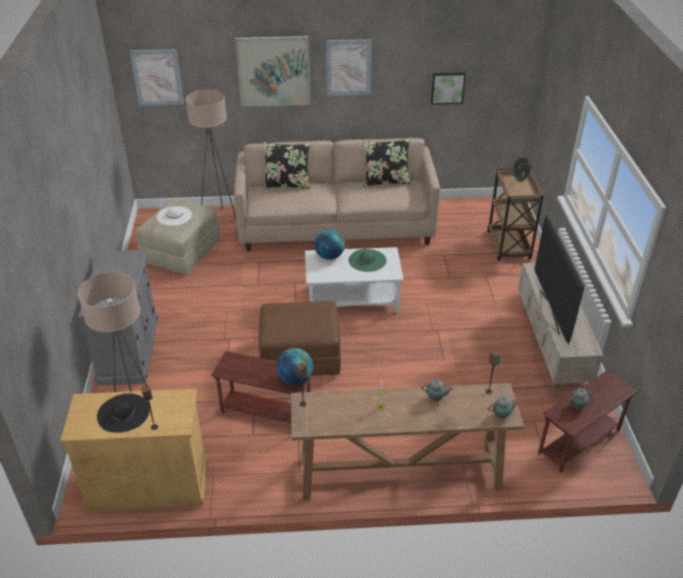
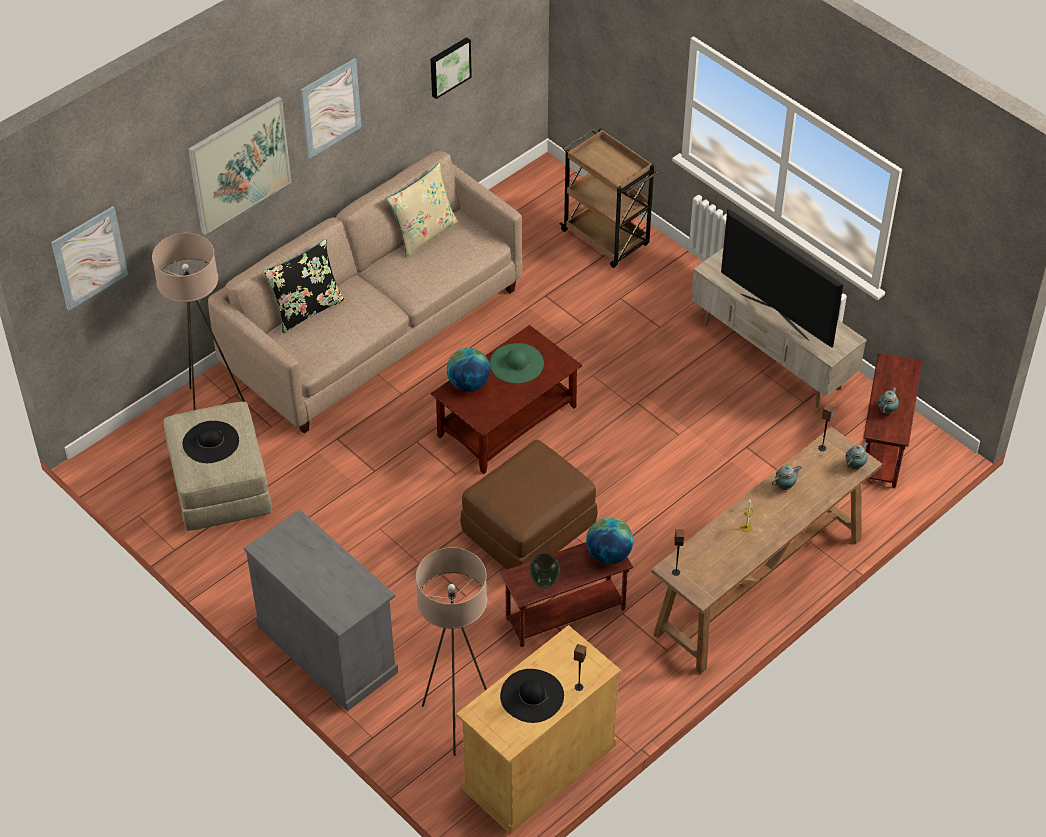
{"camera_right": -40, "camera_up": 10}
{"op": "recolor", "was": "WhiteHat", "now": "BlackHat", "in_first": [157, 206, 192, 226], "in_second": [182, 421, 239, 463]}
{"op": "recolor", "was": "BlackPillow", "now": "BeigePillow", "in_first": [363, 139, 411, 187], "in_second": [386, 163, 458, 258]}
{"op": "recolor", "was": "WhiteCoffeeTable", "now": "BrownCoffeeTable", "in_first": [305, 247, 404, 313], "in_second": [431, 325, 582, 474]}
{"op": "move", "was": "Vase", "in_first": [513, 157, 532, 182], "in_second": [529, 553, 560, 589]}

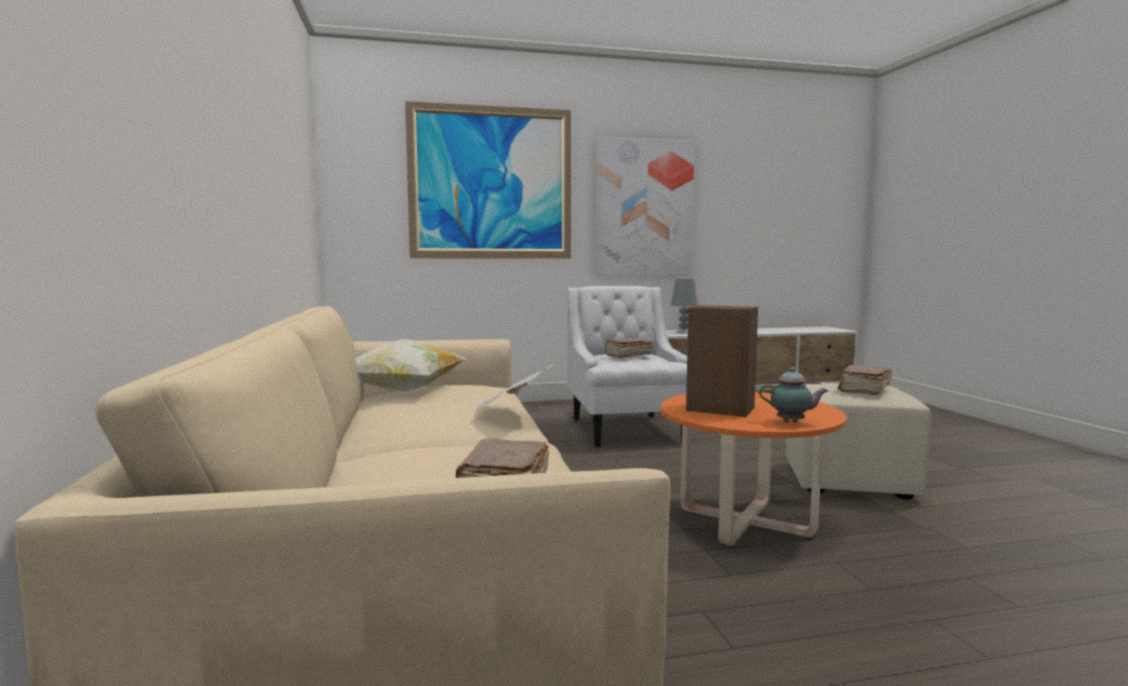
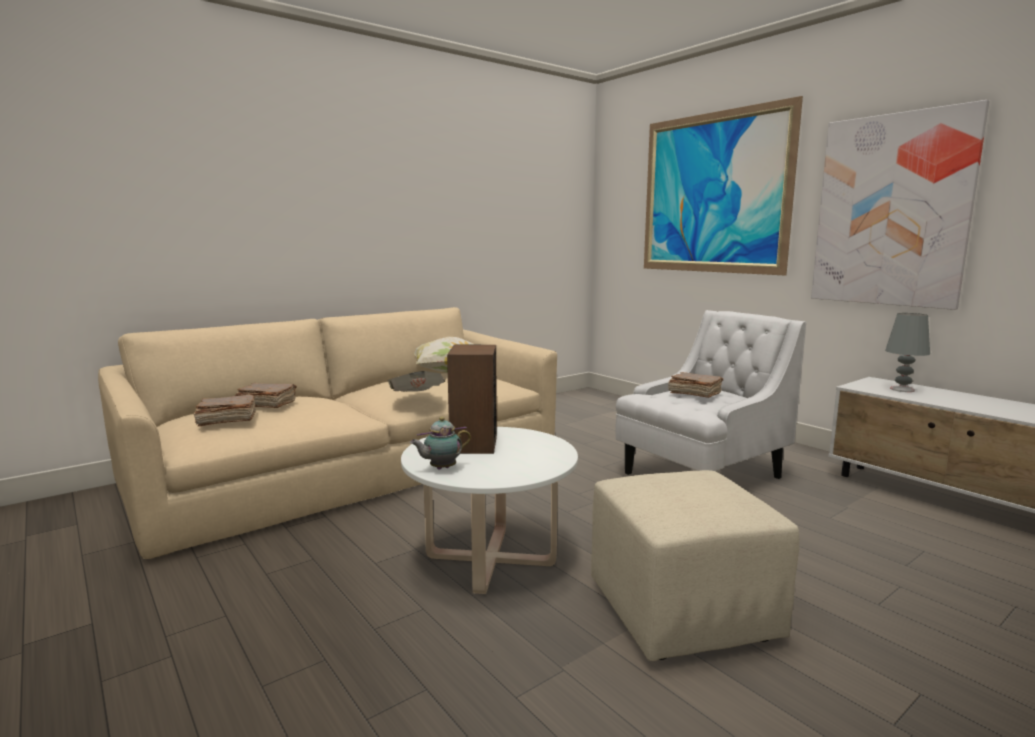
{"camera_right": 65, "camera_up": 5}
{"op": "move", "was": "BrownBook", "in_first": [838, 365, 892, 395], "in_second": [235, 383, 297, 408]}
{"op": "recolor", "was": "OrangeCoffeeTable", "now": "WhiteCoffeeTable", "in_first": [660, 392, 847, 545], "in_second": [401, 427, 578, 594]}
{"op": "rotate", "was": "Teapot", "in_first": [759, 367, 828, 423], "in_second": [410, 417, 471, 470], "clockwise": 75}

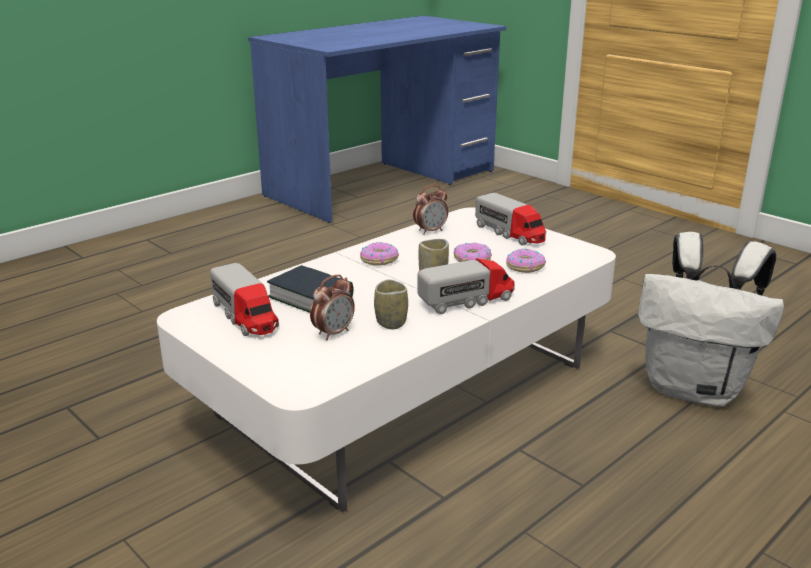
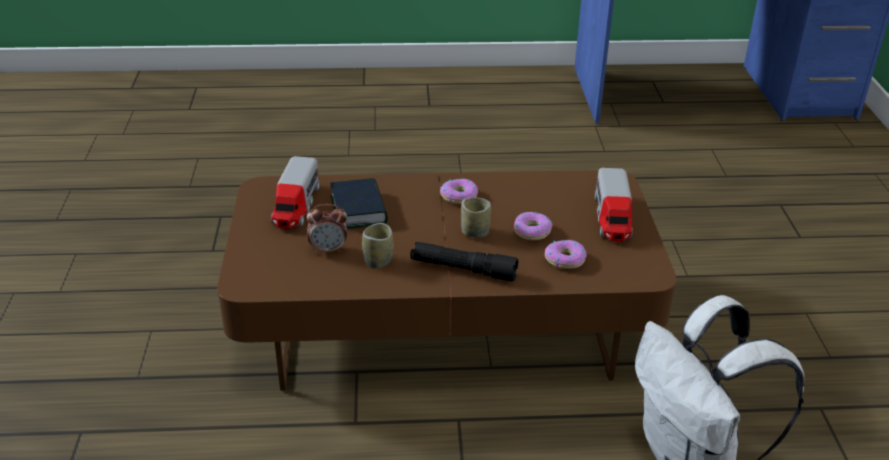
{"camera_right": 40, "camera_up": 10}
{"op": "recolor", "was": "WhiteCoffeeTable", "now": "BrownCoffeeTable", "in_first": [157, 207, 616, 512], "in_second": [217, 170, 676, 391]}
{"op": "replace", "was": "ToyTruck", "now": "BlackFlashlight", "in_first": [417, 259, 514, 314], "in_second": [410, 242, 518, 282]}
{"op": "delete", "was": "AlarmClock", "in_first": [413, 185, 448, 235]}

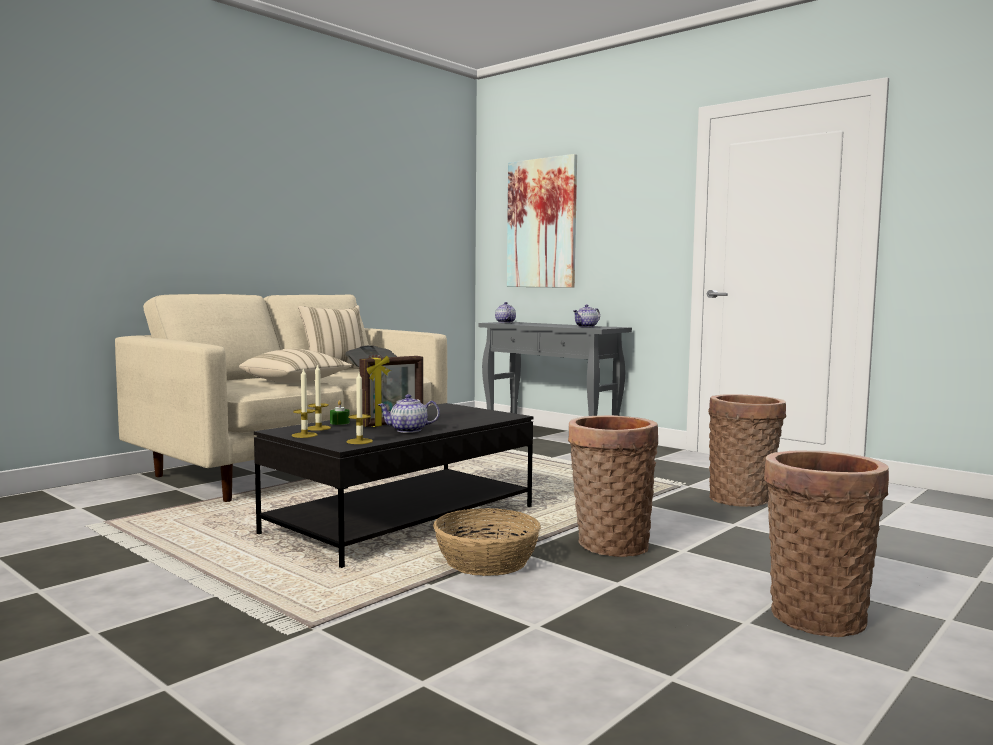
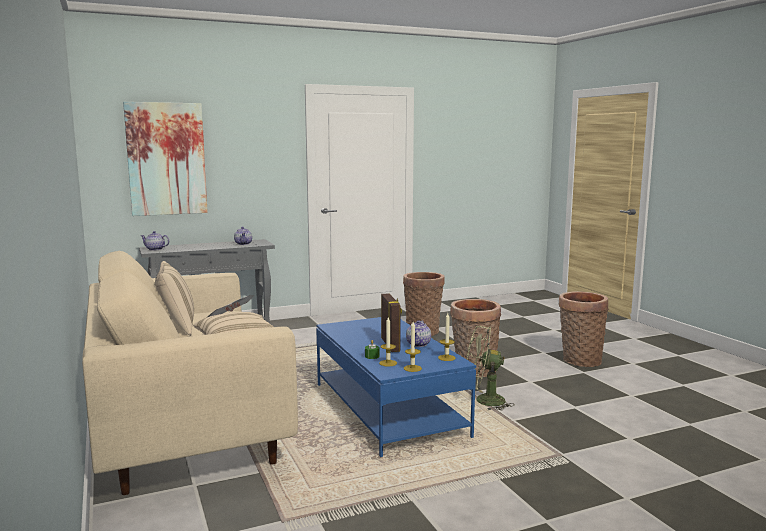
{"camera_right": -65, "camera_up": 5}
{"op": "recolor", "was": "BlackCoffeeTable", "now": "BlueCoffeeTable", "in_first": [254, 403, 533, 568], "in_second": [316, 317, 476, 457]}
{"op": "replace", "was": "Basket", "now": "GreenFan", "in_first": [433, 508, 541, 576], "in_second": [467, 326, 515, 410]}

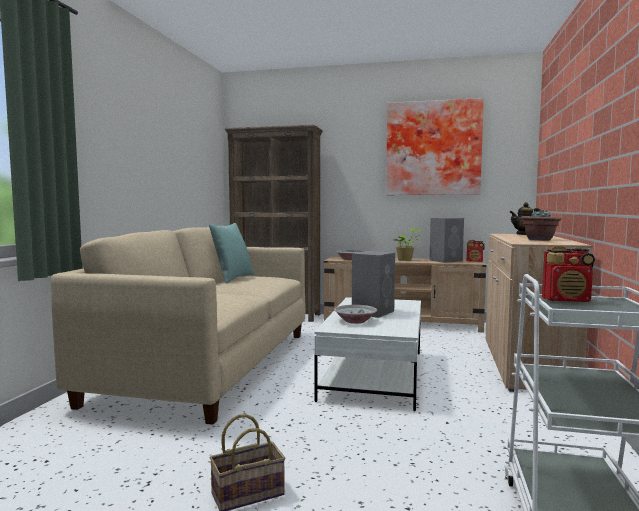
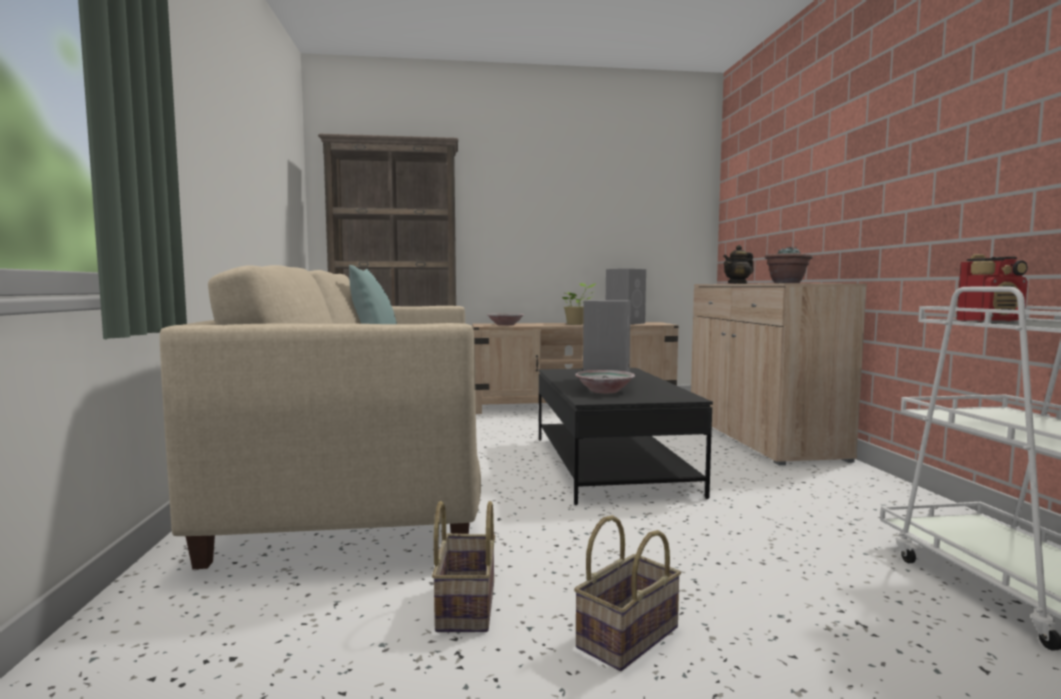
{"camera_right": -20, "camera_up": 0}
{"op": "insert", "now": "Basket", "in_second": [432, 501, 495, 632]}
{"op": "recolor", "was": "WhiteCoffeeTable", "now": "BlackCoffeeTable", "in_first": [314, 297, 421, 411], "in_second": [539, 368, 713, 505]}
{"op": "delete", "was": "Picture", "in_first": [386, 98, 484, 195]}
{"op": "delete", "was": "Radio", "in_first": [467, 240, 485, 262]}

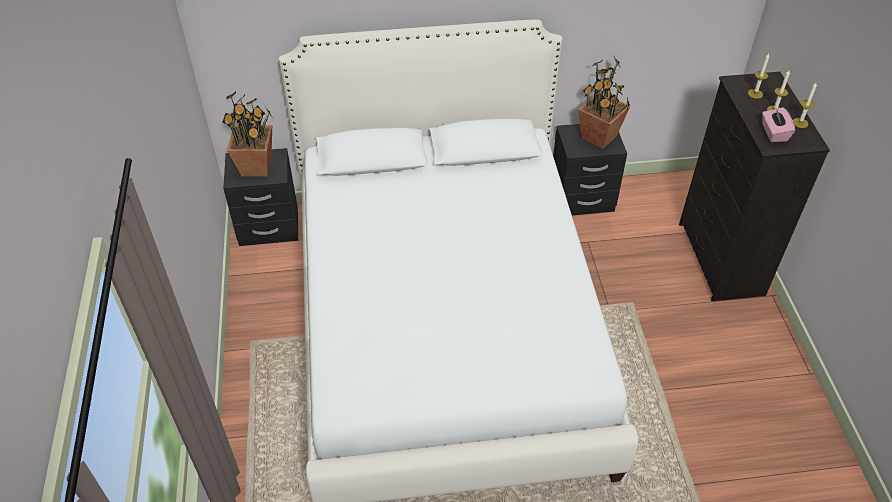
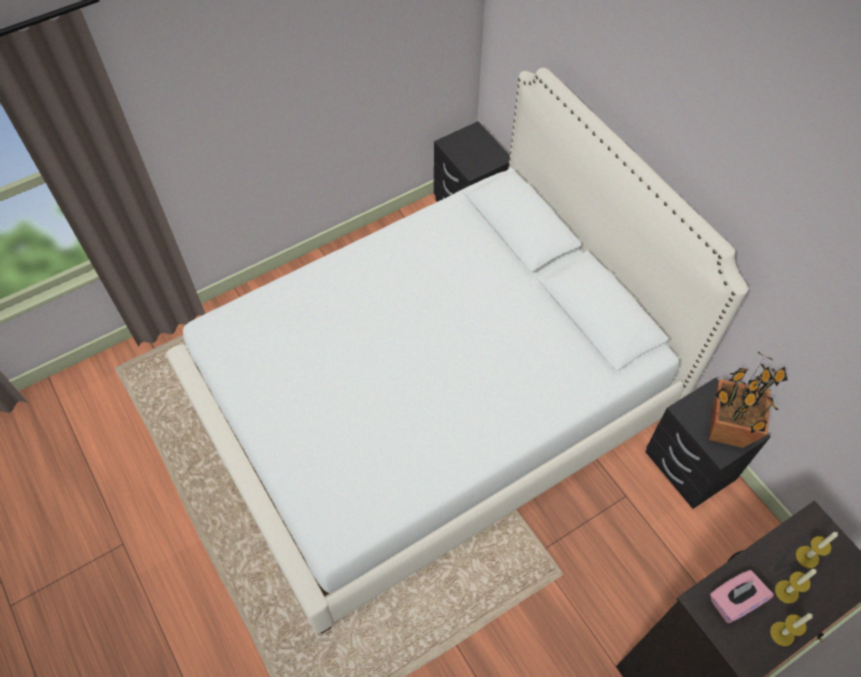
{"camera_right": 65, "camera_up": 10}
{"op": "delete", "was": "PottedPlant", "in_first": [222, 91, 273, 177]}

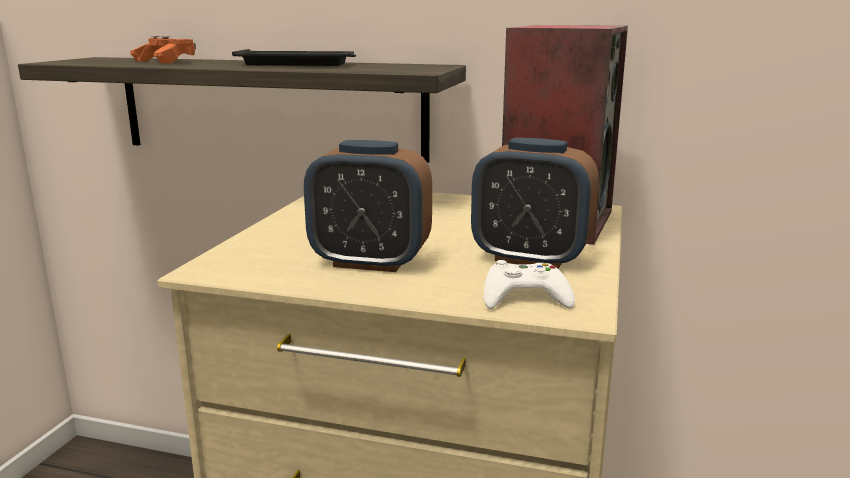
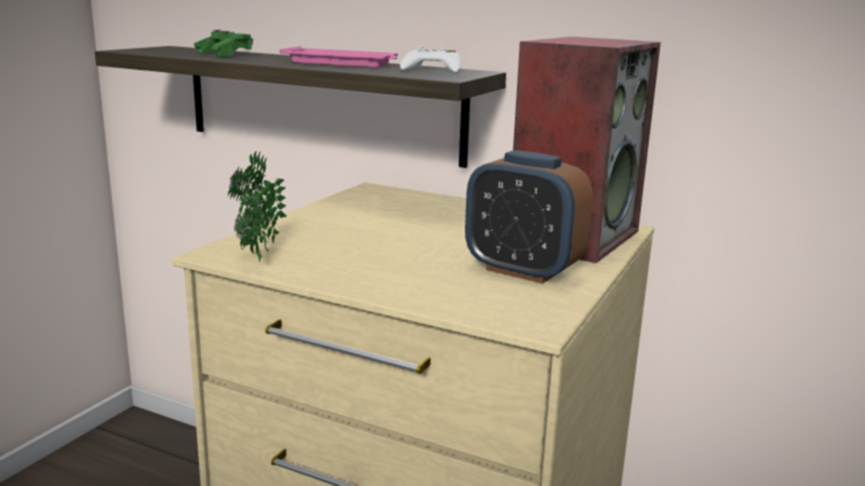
{"camera_right": 10, "camera_up": 0}
{"op": "recolor", "was": "OrangeGameController", "now": "GreenGameController", "in_first": [130, 36, 196, 63], "in_second": [194, 30, 253, 57]}
{"op": "insert", "now": "PottedPlant", "in_second": [228, 150, 287, 265]}
{"op": "recolor", "was": "BlackTray", "now": "PinkTray", "in_first": [232, 49, 356, 66], "in_second": [280, 46, 398, 67]}
{"op": "move", "was": "WhiteGameController", "in_first": [483, 260, 575, 309], "in_second": [400, 46, 461, 73]}
{"op": "delete", "was": "AlarmClock", "in_first": [304, 140, 432, 272]}

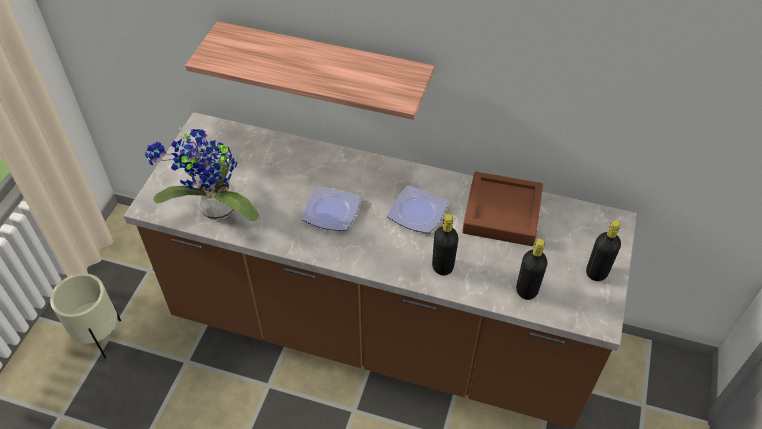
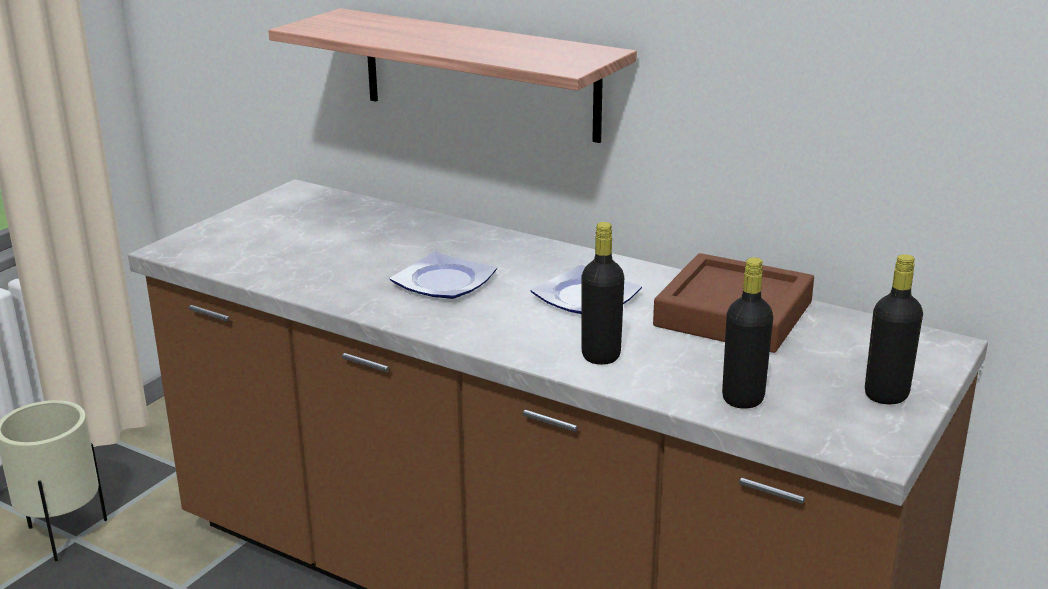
{"camera_right": 15, "camera_up": -25}
{"op": "delete", "was": "PottedPlant", "in_first": [145, 127, 259, 221]}

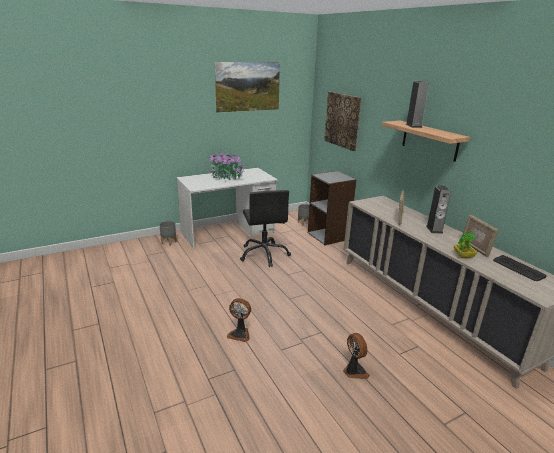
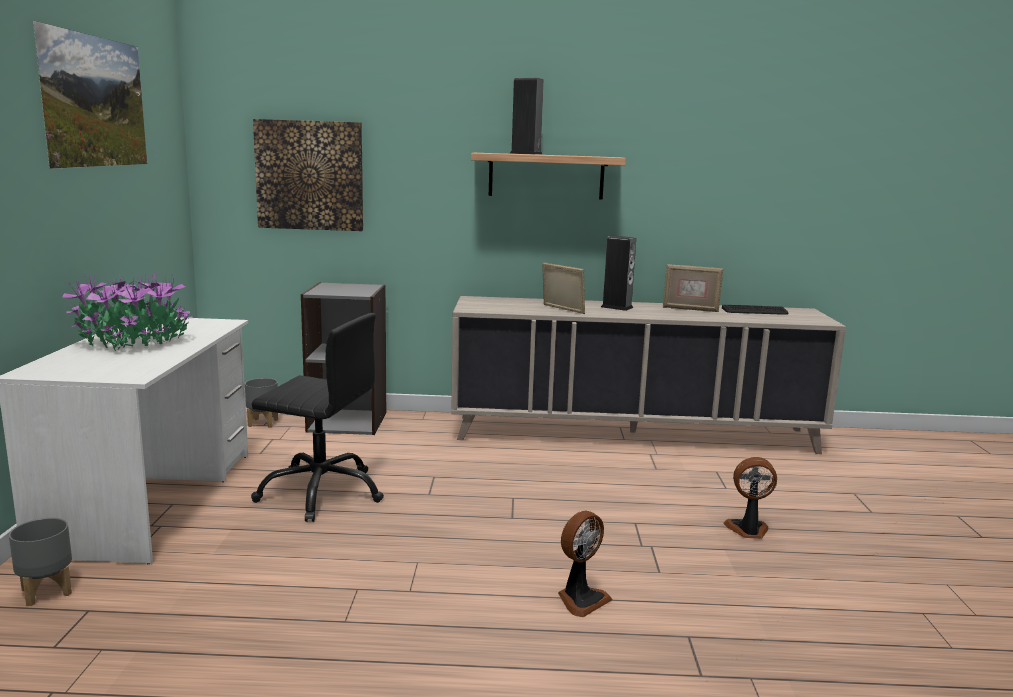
{"camera_right": -60, "camera_up": -10}
{"op": "delete", "was": "PottedPlant", "in_first": [454, 231, 477, 258]}

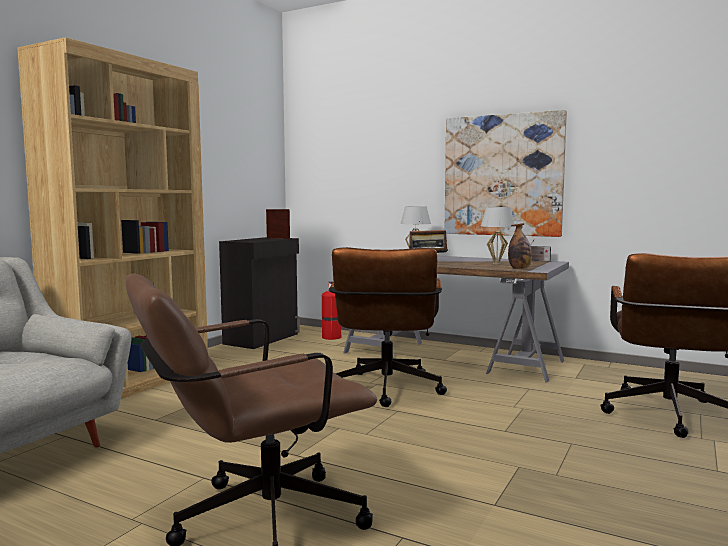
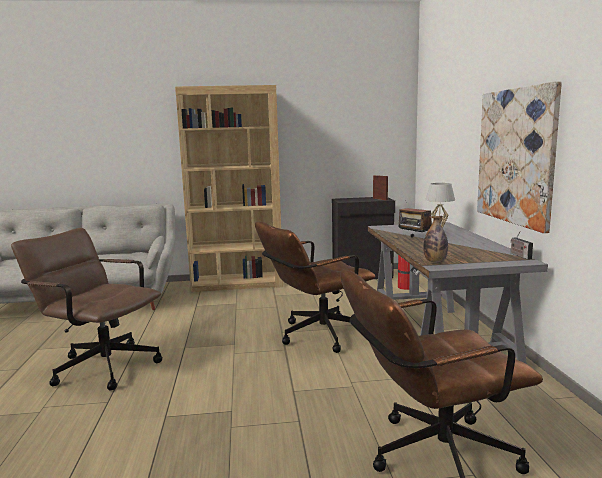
{"camera_right": 55, "camera_up": 5}
{"op": "delete", "was": "WhiteTableLamp", "in_first": [481, 207, 515, 265]}

